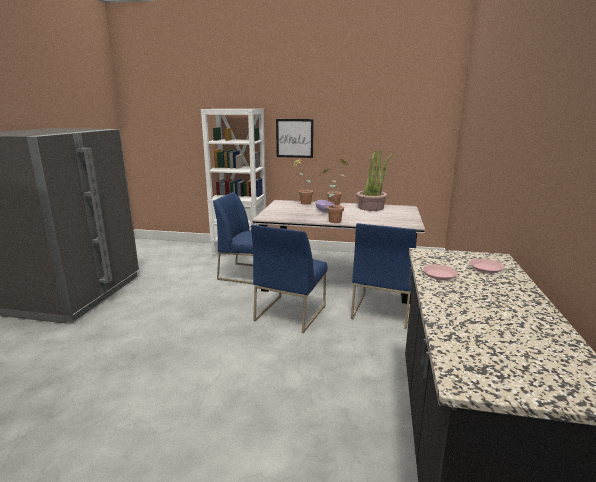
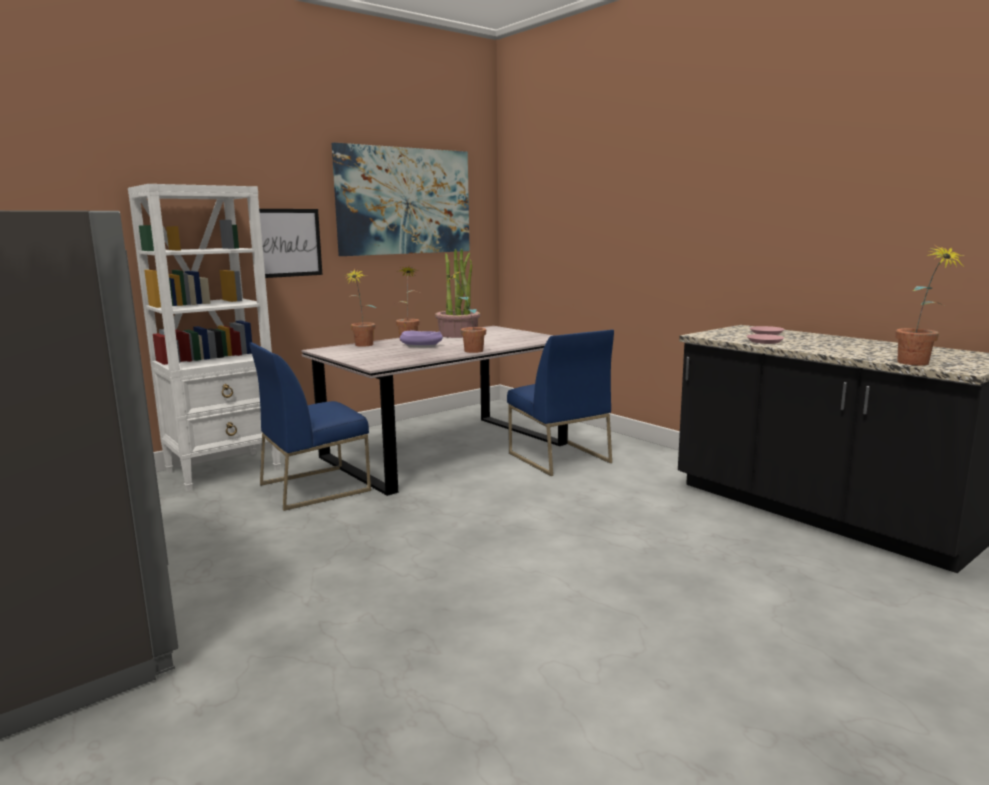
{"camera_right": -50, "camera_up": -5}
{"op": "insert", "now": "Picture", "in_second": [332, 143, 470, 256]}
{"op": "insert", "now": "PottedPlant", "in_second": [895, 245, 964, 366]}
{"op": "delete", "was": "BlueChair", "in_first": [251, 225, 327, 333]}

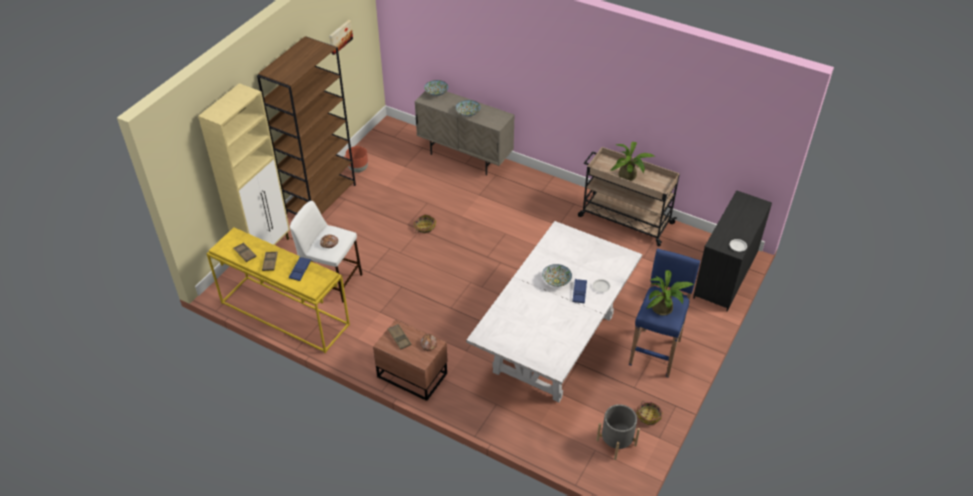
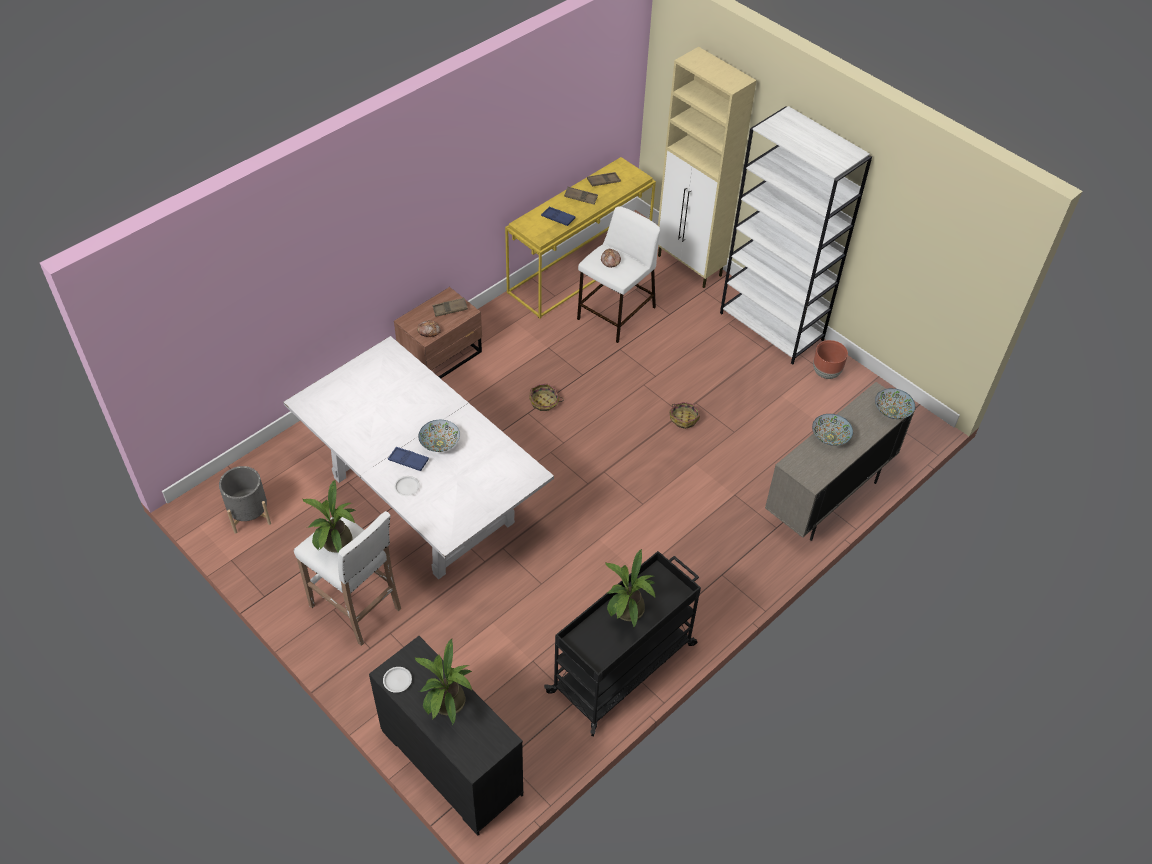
{"camera_right": 105, "camera_up": 5}
{"op": "recolor", "was": "BlueStool", "now": "WhiteStool", "in_first": [629, 249, 700, 378], "in_second": [294, 511, 401, 646]}
{"op": "insert", "now": "PottedPlant", "in_second": [415, 638, 473, 725]}
{"op": "move", "was": "Basket", "in_first": [636, 401, 663, 425], "in_second": [529, 384, 564, 411]}
{"op": "recolor", "was": "BeigeCart", "now": "BlackCart", "in_first": [578, 147, 680, 247], "in_second": [544, 551, 701, 736]}
{"op": "recolor", "was": "BrownBookcase", "now": "WhiteBookcase", "in_first": [257, 37, 356, 215], "in_second": [720, 106, 872, 365]}
{"op": "delete", "was": "Picture", "in_first": [329, 20, 353, 55]}

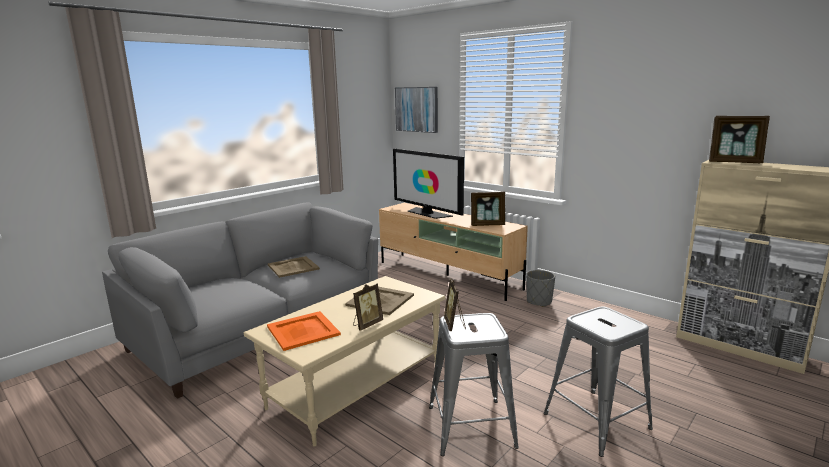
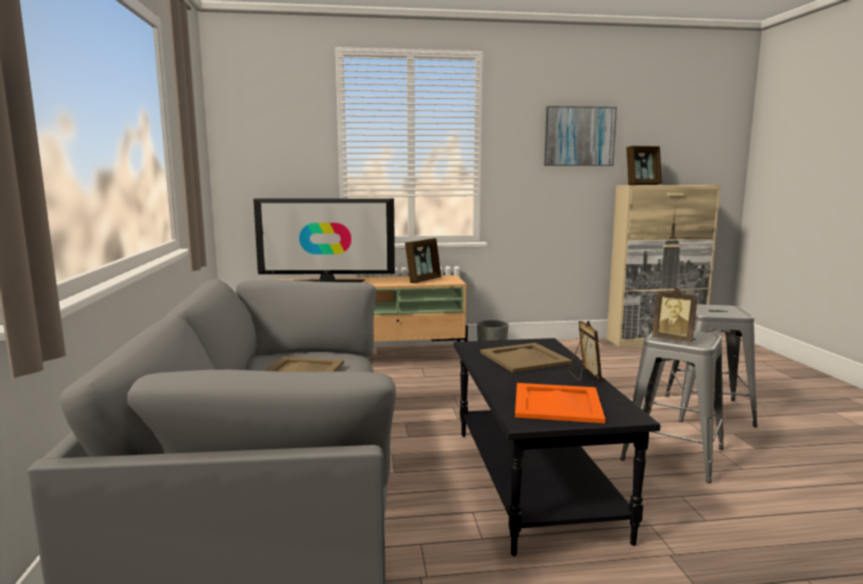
{"camera_right": -50, "camera_up": -5}
{"op": "recolor", "was": "BeigeCoffeeTable", "now": "BlackCoffeeTable", "in_first": [244, 276, 446, 446], "in_second": [454, 338, 661, 556]}
{"op": "move", "was": "Picture", "in_first": [395, 87, 438, 133], "in_second": [544, 106, 617, 166]}

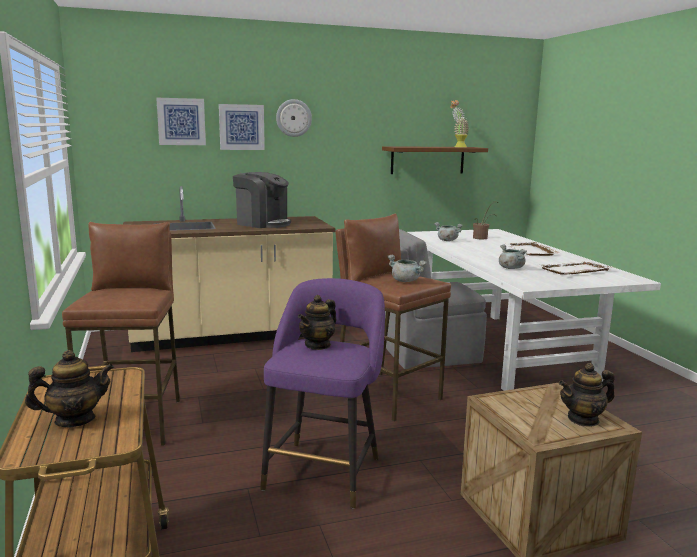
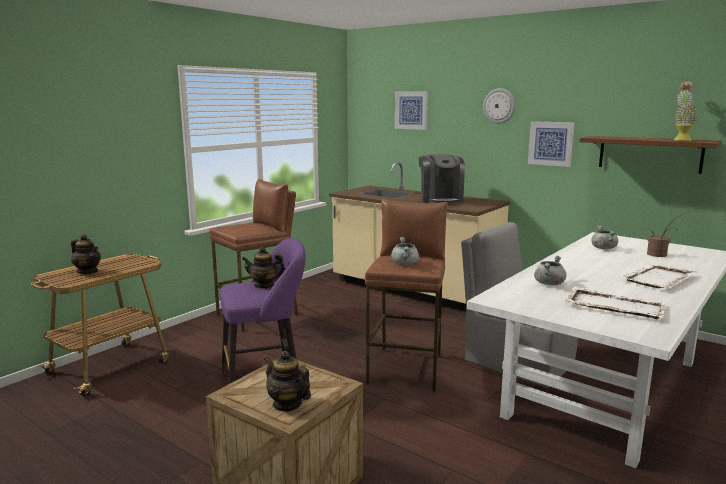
{"camera_right": 55, "camera_up": 0}
{"op": "move", "was": "Picture", "in_first": [219, 104, 265, 150], "in_second": [528, 121, 575, 167]}

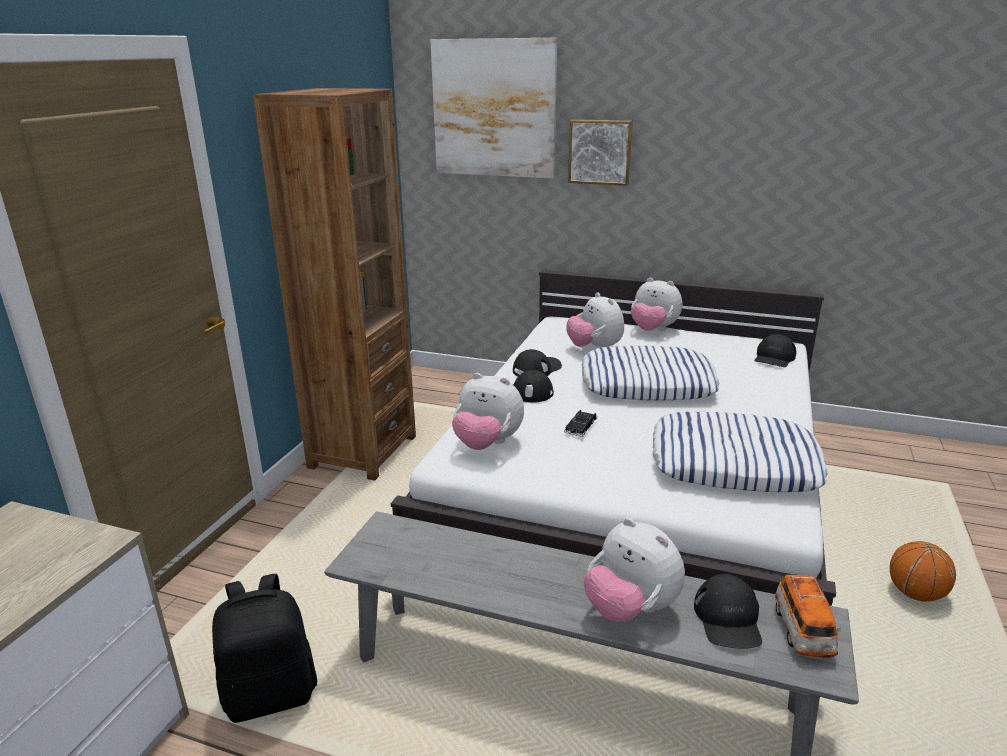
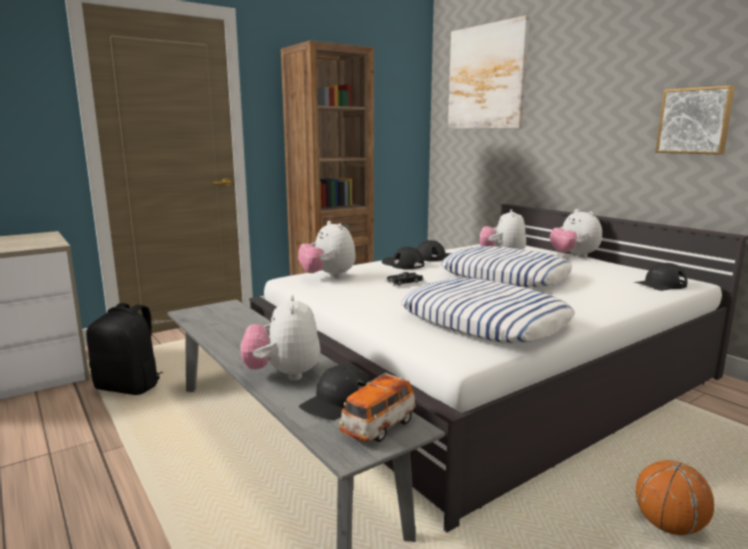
{"camera_right": 35, "camera_up": -10}
{"op": "move", "was": "Picture", "in_first": [568, 119, 633, 186], "in_second": [655, 85, 735, 155]}

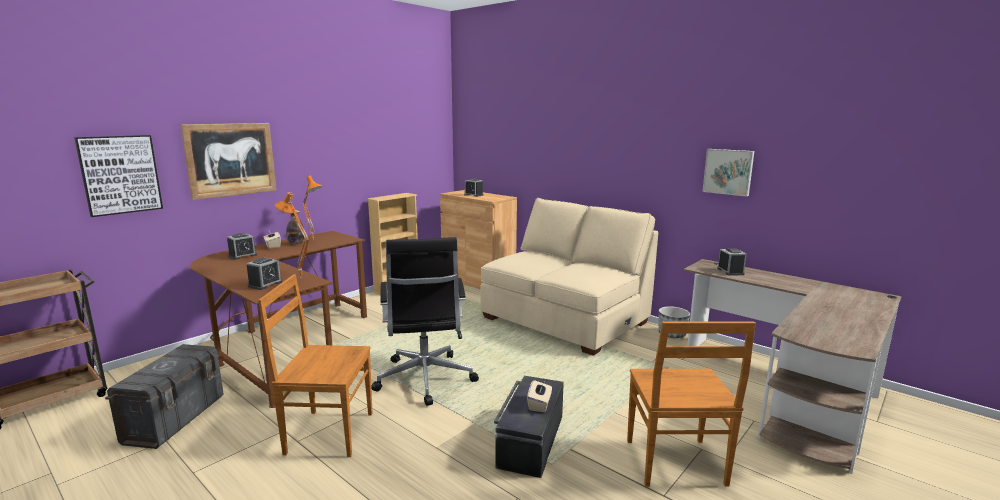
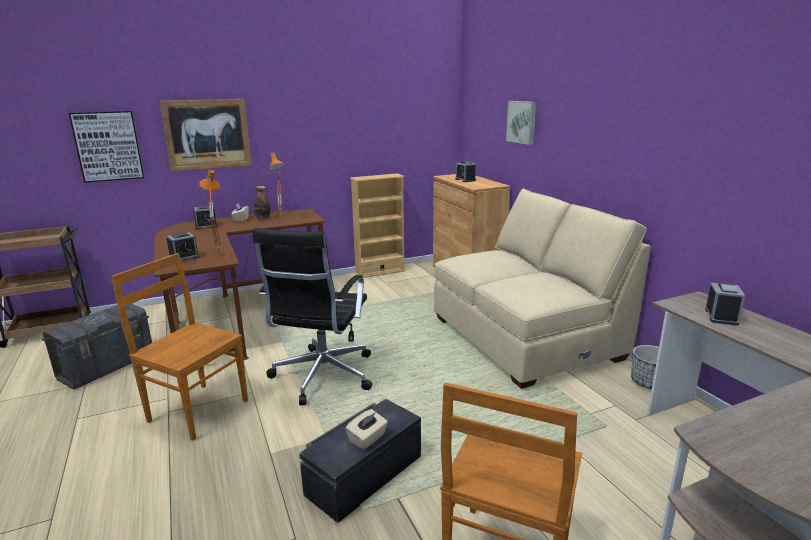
{"camera_right": 25, "camera_up": 5}
{"op": "move", "was": "Picture", "in_first": [702, 149, 754, 197], "in_second": [506, 101, 536, 145]}

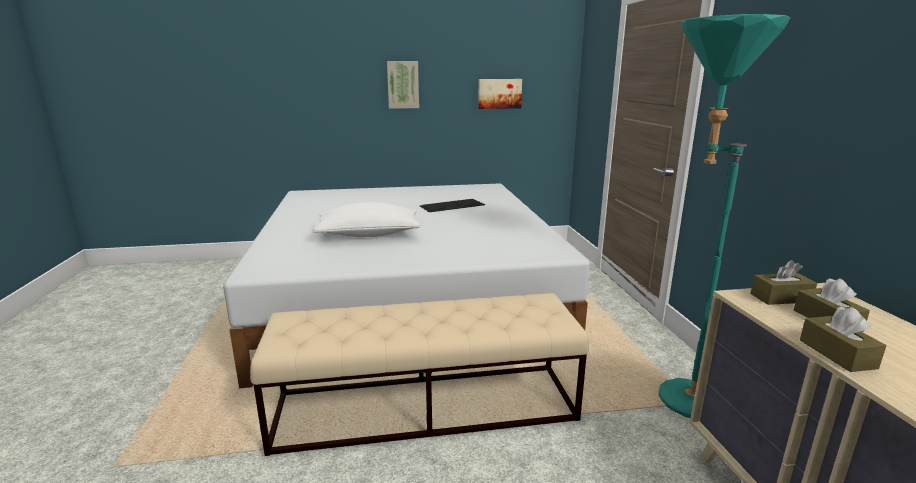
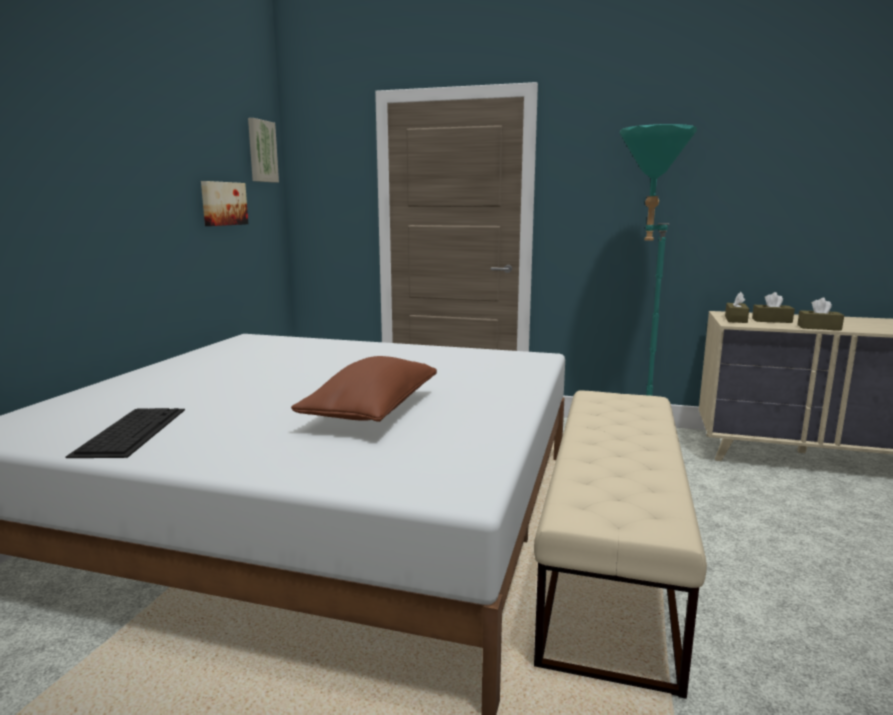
{"camera_right": -65, "camera_up": -5}
{"op": "move", "was": "Keyboard", "in_first": [420, 199, 485, 212], "in_second": [66, 408, 185, 458]}
{"op": "move", "was": "Picture", "in_first": [387, 61, 419, 109], "in_second": [248, 118, 279, 183]}
{"op": "recolor", "was": "WhitePillow", "now": "BrownPillow", "in_first": [313, 202, 420, 237], "in_second": [291, 356, 437, 422]}

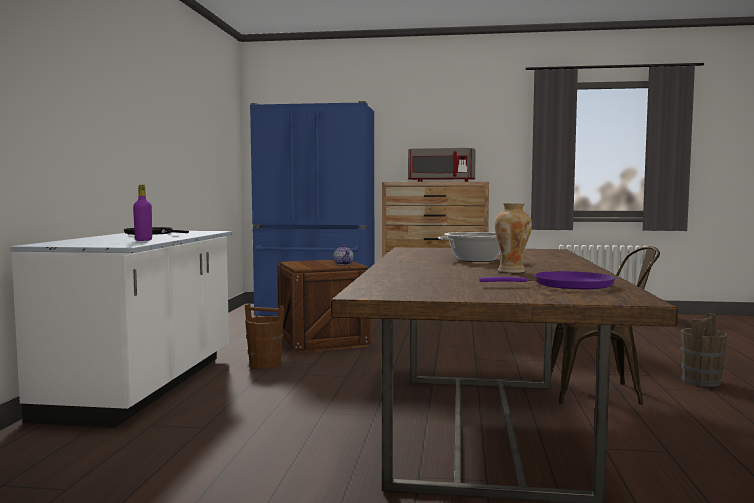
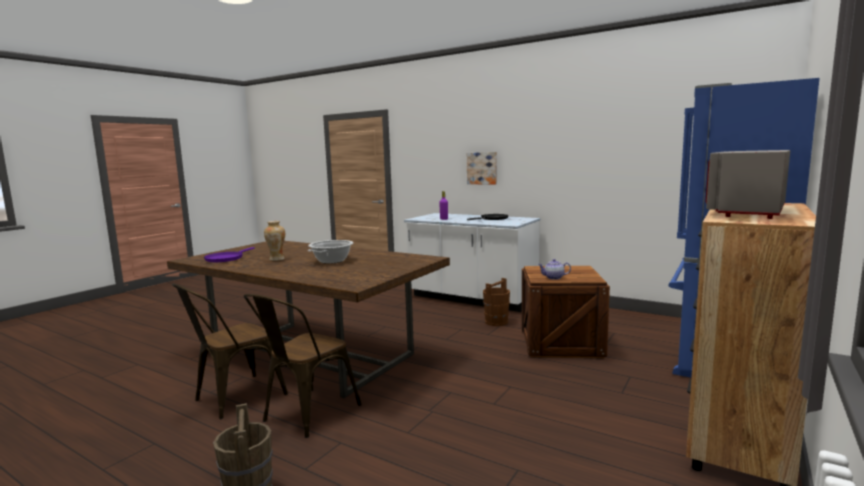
{"camera_right": 115, "camera_up": 5}
{"op": "insert", "now": "BrownChair", "in_second": [172, 284, 288, 419]}
{"op": "insert", "now": "Picture", "in_second": [467, 152, 497, 185]}

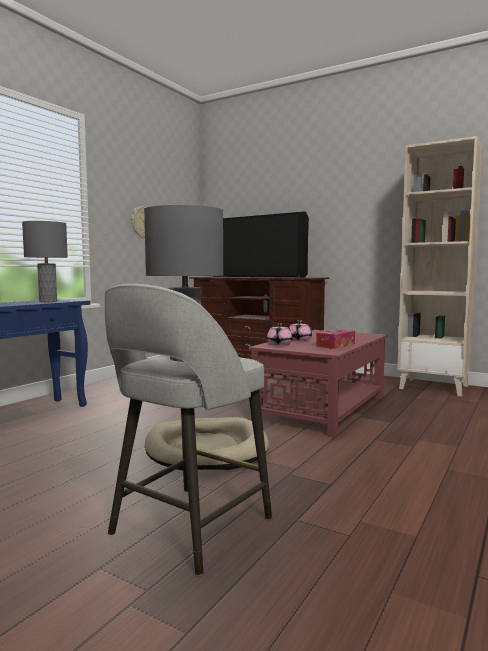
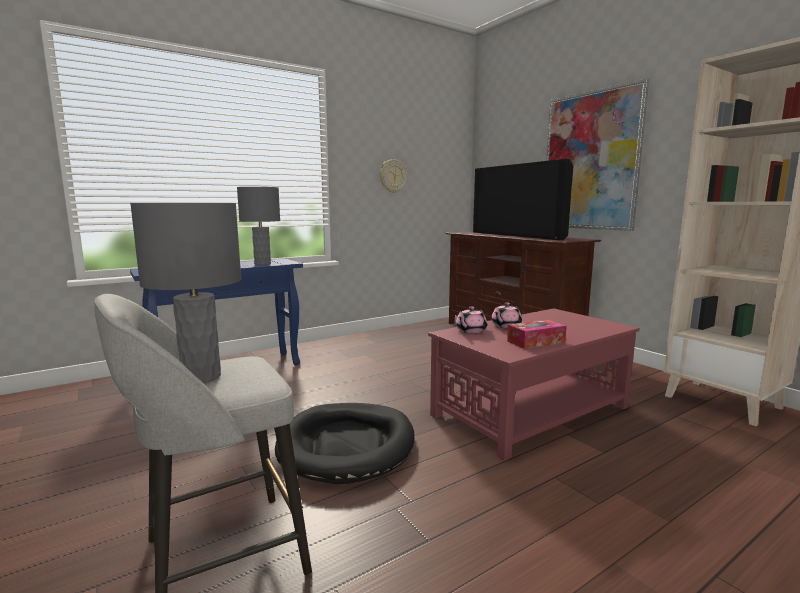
{"camera_right": 25, "camera_up": 5}
{"op": "recolor", "was": "BeigeDogBed", "now": "BlackDogBed", "in_first": [145, 417, 269, 470], "in_second": [275, 403, 415, 484]}
{"op": "insert", "now": "Picture", "in_second": [546, 79, 649, 231]}

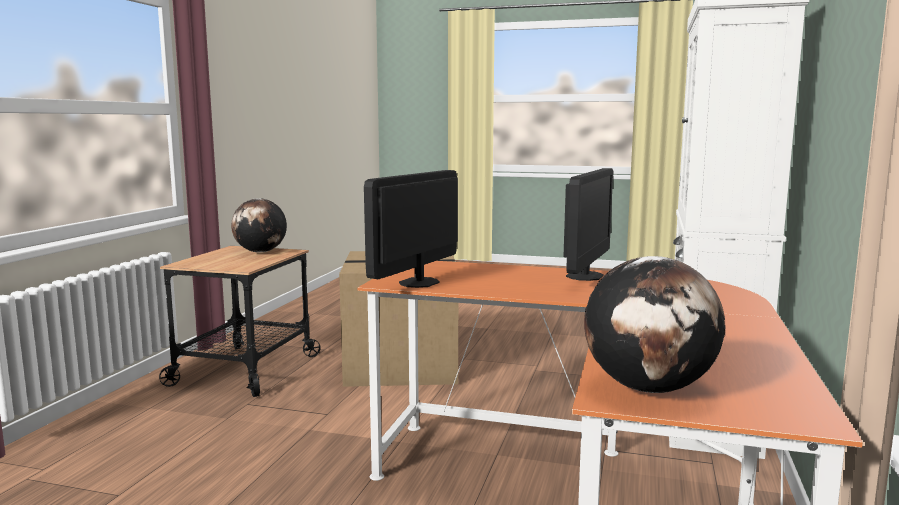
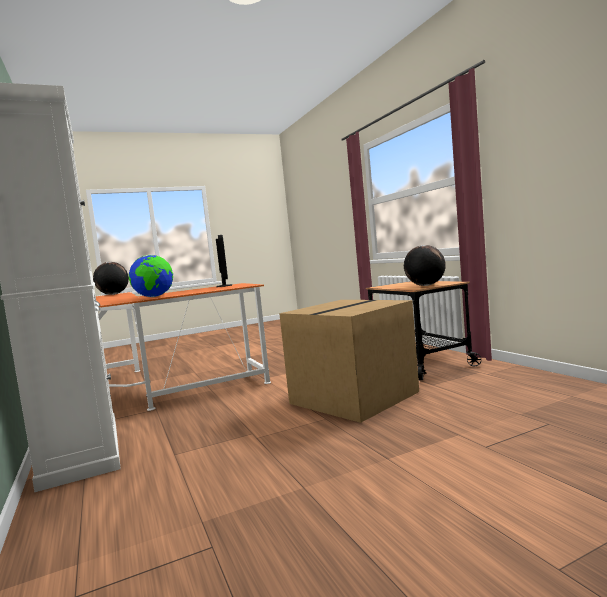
{"camera_right": 140, "camera_up": -5}
{"op": "replace", "was": "Monitor", "now": "Globe", "in_first": [563, 168, 613, 281], "in_second": [129, 255, 173, 297]}

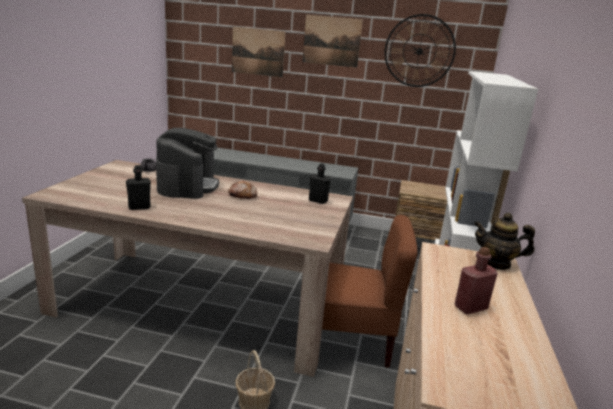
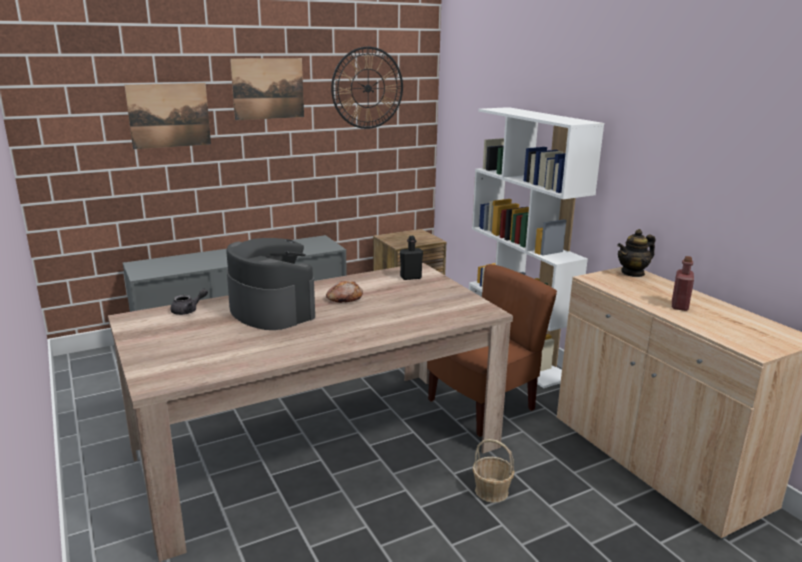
{"camera_right": -40, "camera_up": 0}
{"op": "delete", "was": "BlackBottle", "in_first": [126, 165, 151, 210]}

